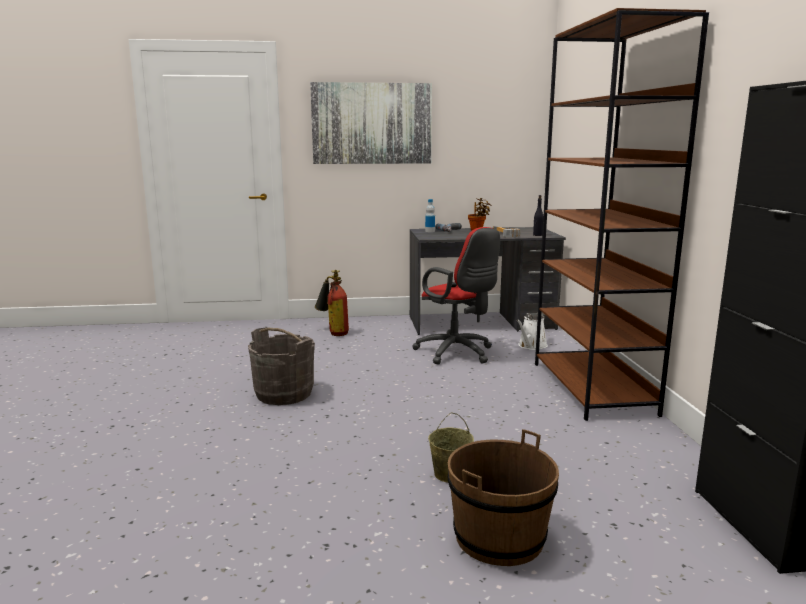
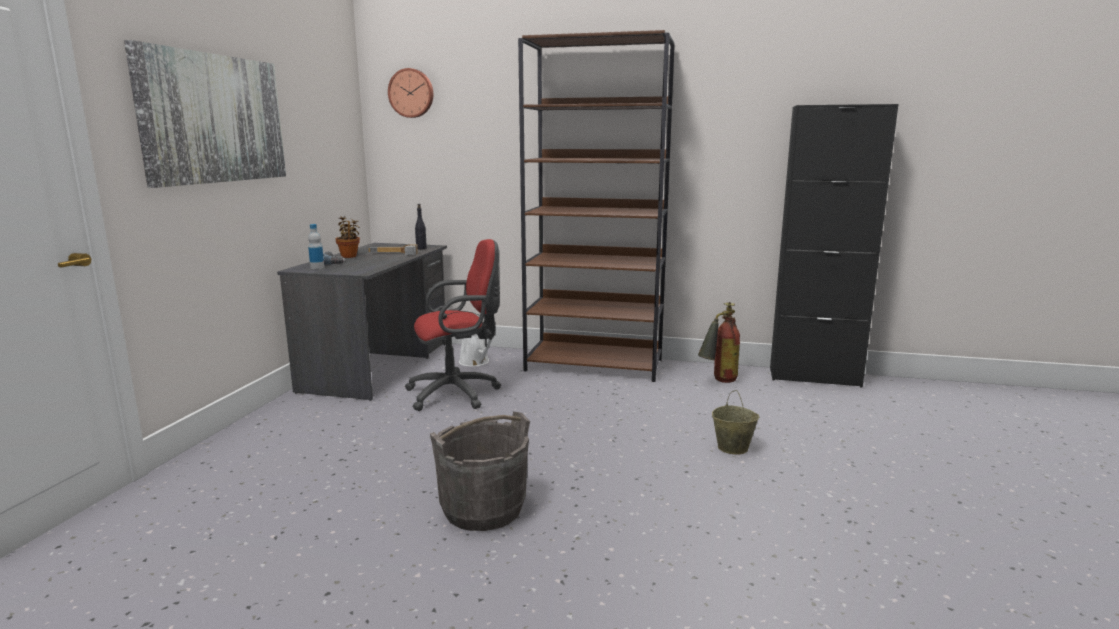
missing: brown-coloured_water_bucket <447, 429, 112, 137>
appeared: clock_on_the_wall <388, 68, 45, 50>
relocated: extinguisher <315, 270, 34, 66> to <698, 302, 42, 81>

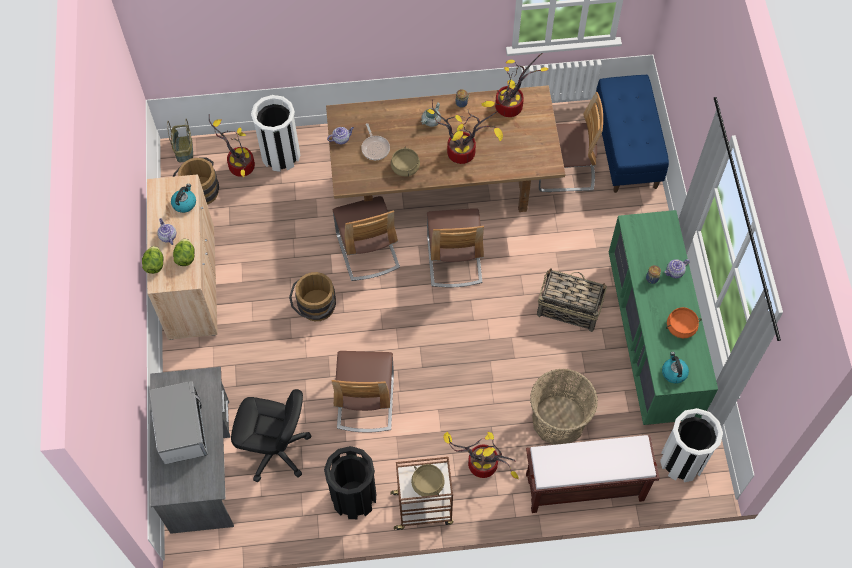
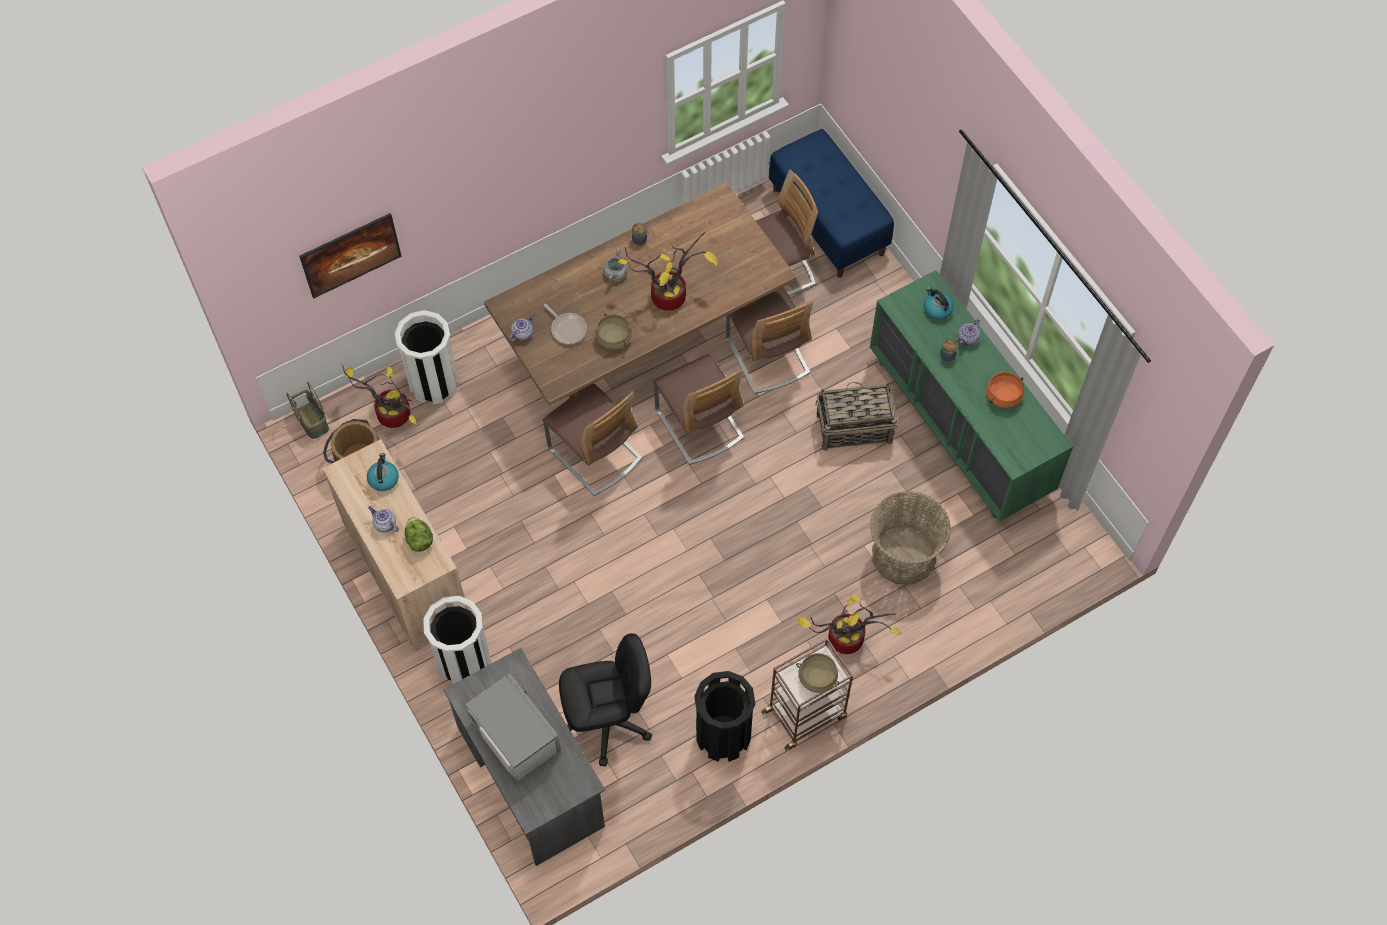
missing: plant_in_a_pot <481, 53, 67, 64>; lettuce <142, 246, 21, 28>; brown-coloured_water_bucket <289, 272, 47, 49>; brown-coloured_indoor_bench <526, 435, 134, 78>
appeared: picture <299, 213, 103, 85>
relocated: upright_chair <332, 351, 62, 82> to <726, 287, 87, 107>; kettle <662, 352, 27, 32> to <924, 287, 30, 33>; whitish_waste_bin <660, 408, 63, 74> to <423, 596, 68, 88>

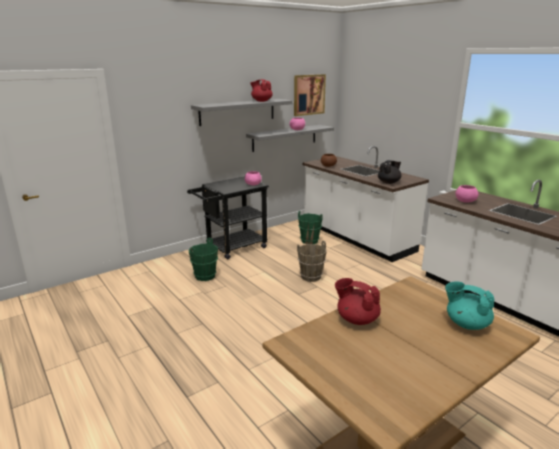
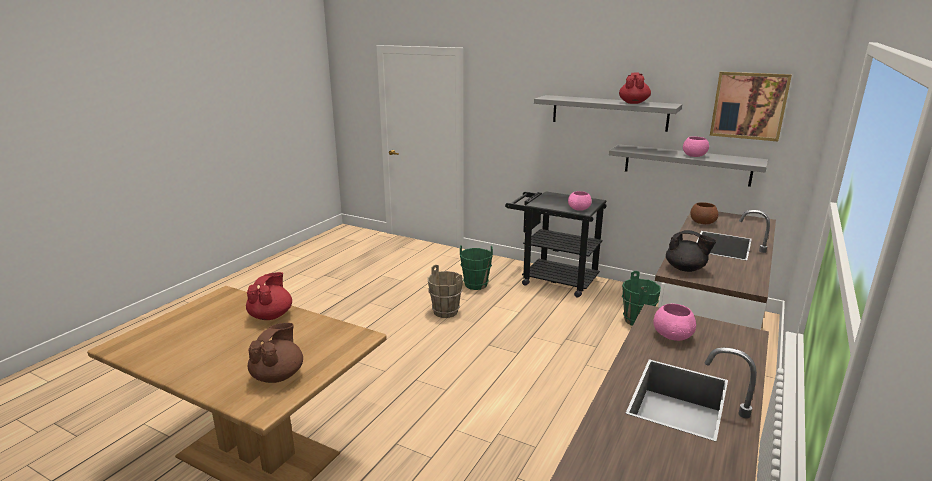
relocated: brown-coloured_water_bucket <297, 240, 30, 42> to <428, 265, 35, 53>
colour: turquoise_teapot <445, 281, 49, 49> to brown-coloured_teapot <248, 323, 55, 60>

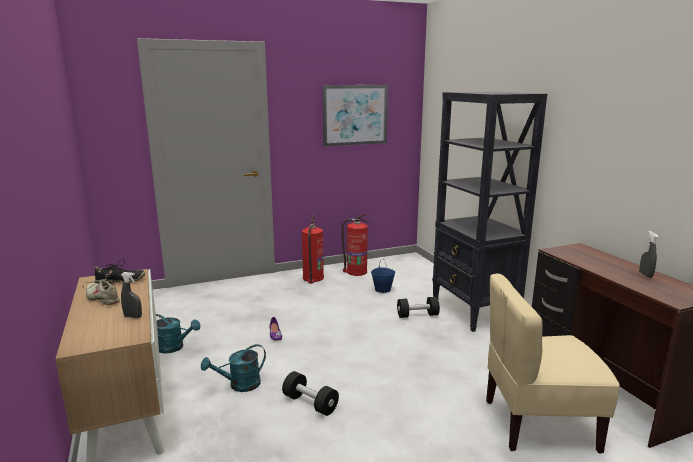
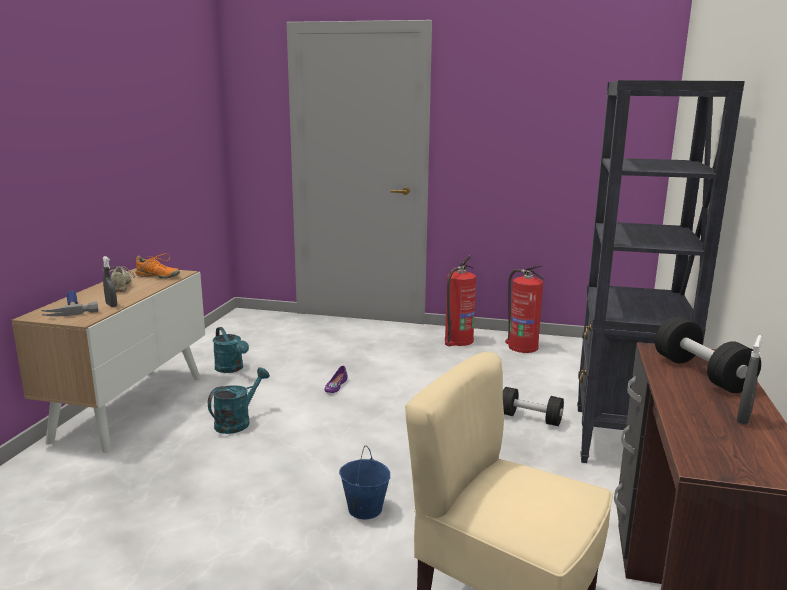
missing: picture <322, 85, 66, 62>
appeared: tool_hammer <41, 290, 57, 26>
relocated: blue-coloured_water_bucket <371, 260, 25, 33> to <339, 446, 51, 73>; black_free_weight <282, 371, 57, 45> to <655, 317, 106, 76>
colour: black_item_of_footwear <95, 259, 50, 25> to orangey_item_of_footwear <135, 254, 45, 24>
spun: turquoise_watering_can <201, 344, 65, 48> = <208, 367, 62, 67> 120 degrees clockwise

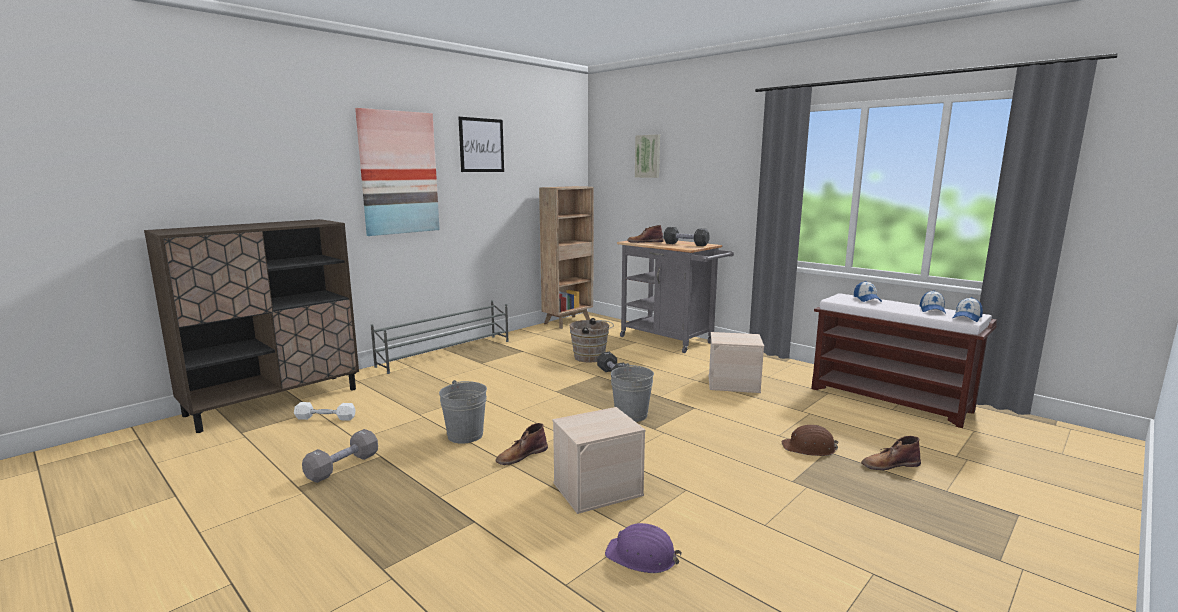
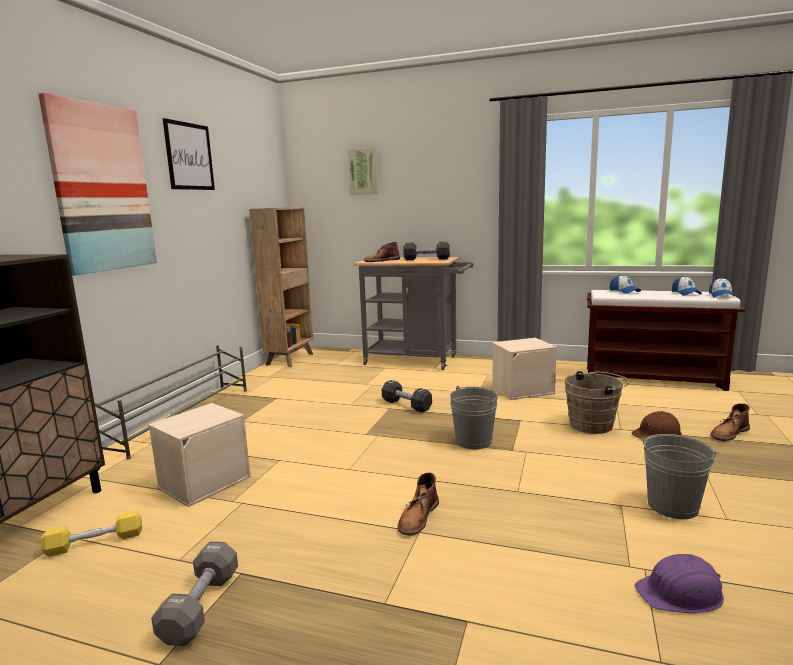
relocated: brown-coloured_water_bucket <569, 318, 45, 45> to <565, 371, 64, 63>; greyish_water_bucket <439, 380, 48, 64> to <640, 434, 80, 85>; beige_storage_bin <552, 407, 94, 107> to <148, 403, 103, 104>
colour: whitish_free_weight <294, 402, 62, 19> to yellow_free_weight <41, 510, 101, 47>

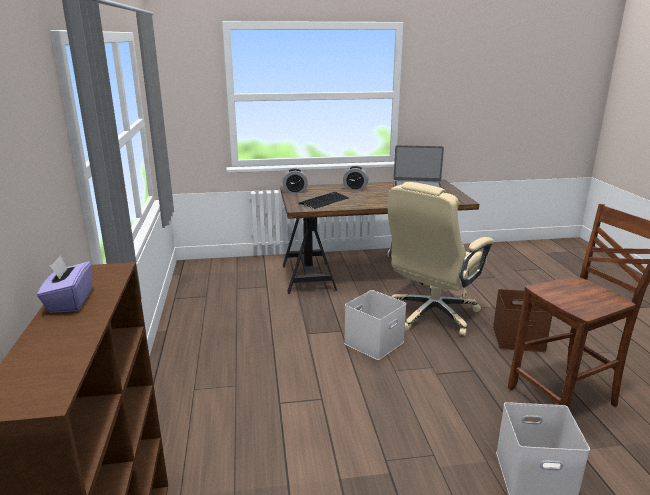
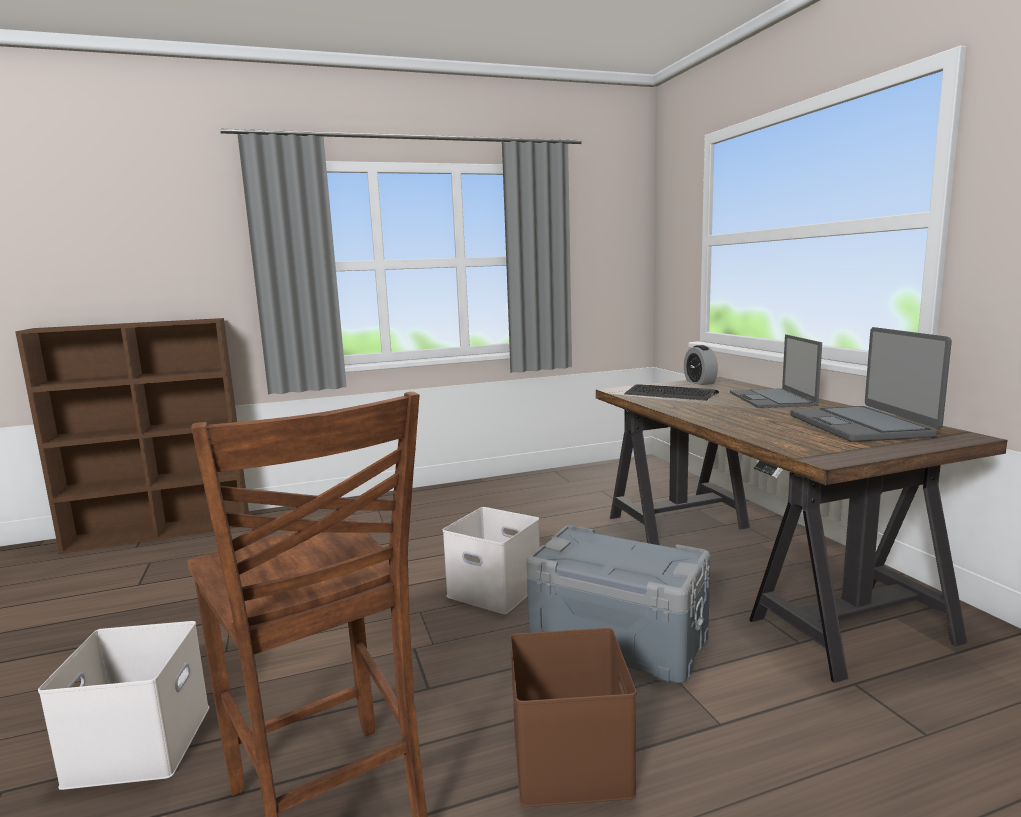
missing: purple_tissue_box <37, 256, 55, 57>
exchanged: bedside_clock <343, 166, 25, 24> to portable_computer <730, 334, 92, 74>; beige_office_chair <388, 182, 106, 154> to greyish_storage_bin <527, 525, 184, 158>

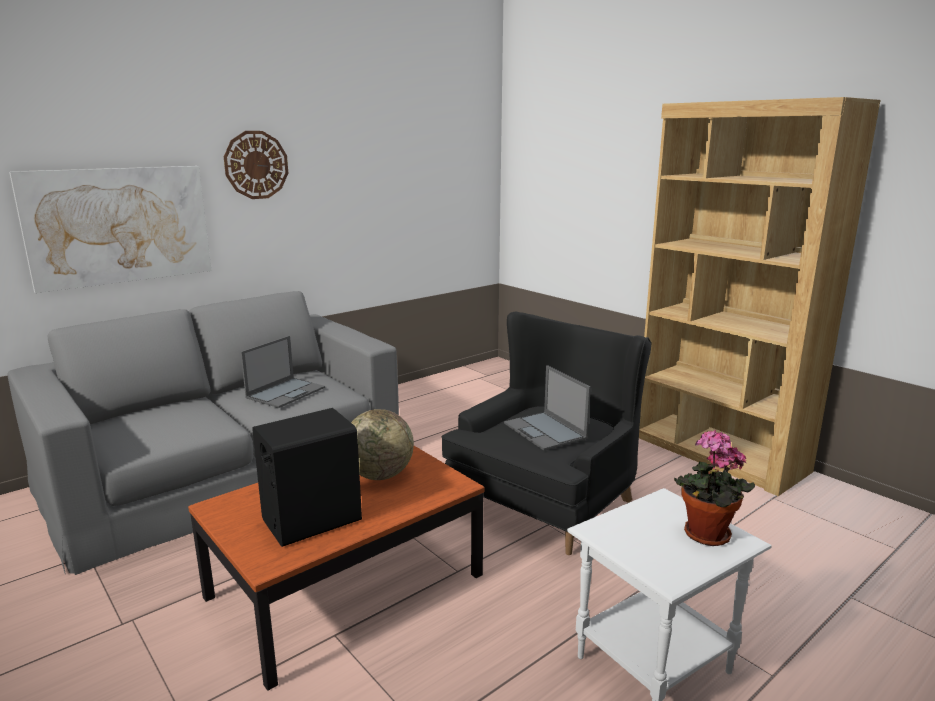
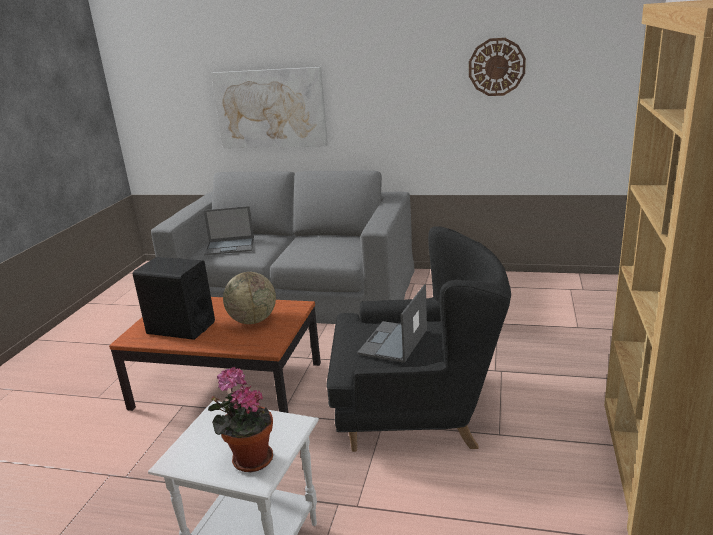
relocated: clock_on_the_wall <224, 131, 64, 68> to <469, 38, 57, 58>; portable_computer <241, 336, 84, 72> to <204, 206, 50, 49>

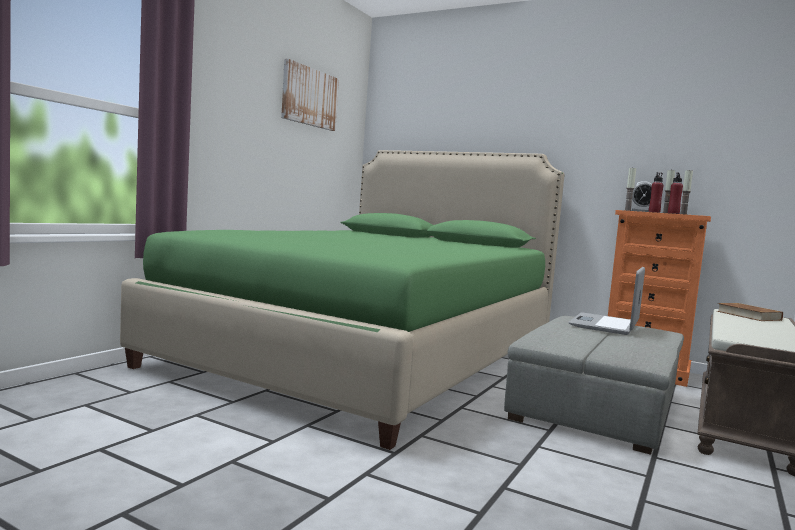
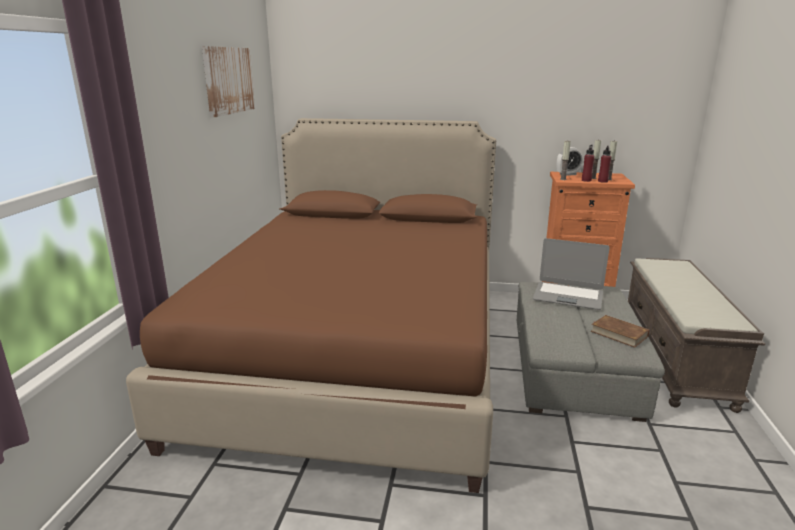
relocated: brown-coloured_bound_book <717, 303, 66, 18> to <591, 315, 58, 33>
colour: green-coloured_bed <120, 150, 445, 300> to brown-coloured_bed <126, 118, 370, 375>
spun: portable_computer <568, 267, 77, 68> = <533, 238, 76, 72> 75 degrees counterclockwise

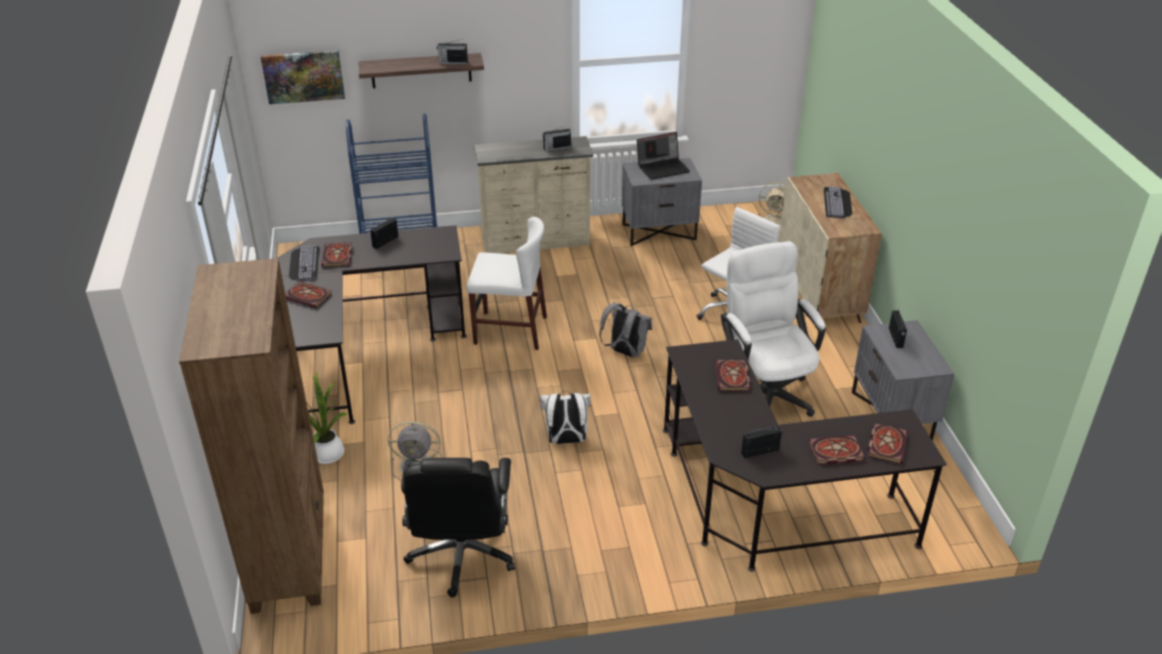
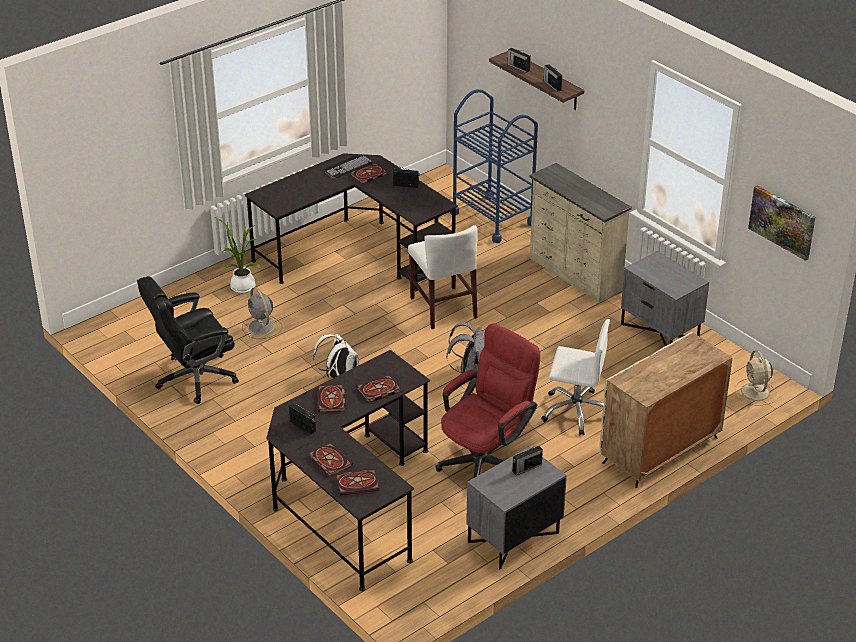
missing: portable_computer <637, 132, 53, 48>; PC_keyboard <824, 186, 28, 32>; brown-coloured_bookcase <179, 258, 145, 356>
relocated: picture <261, 50, 84, 54> to <748, 186, 68, 75>; radio <542, 127, 29, 24> to <508, 48, 23, 25>; bound_book <285, 281, 47, 27> to <317, 385, 29, 27>
colour: whitish_office_chair <721, 241, 105, 176> to reddish_office_chair <436, 323, 104, 155>

